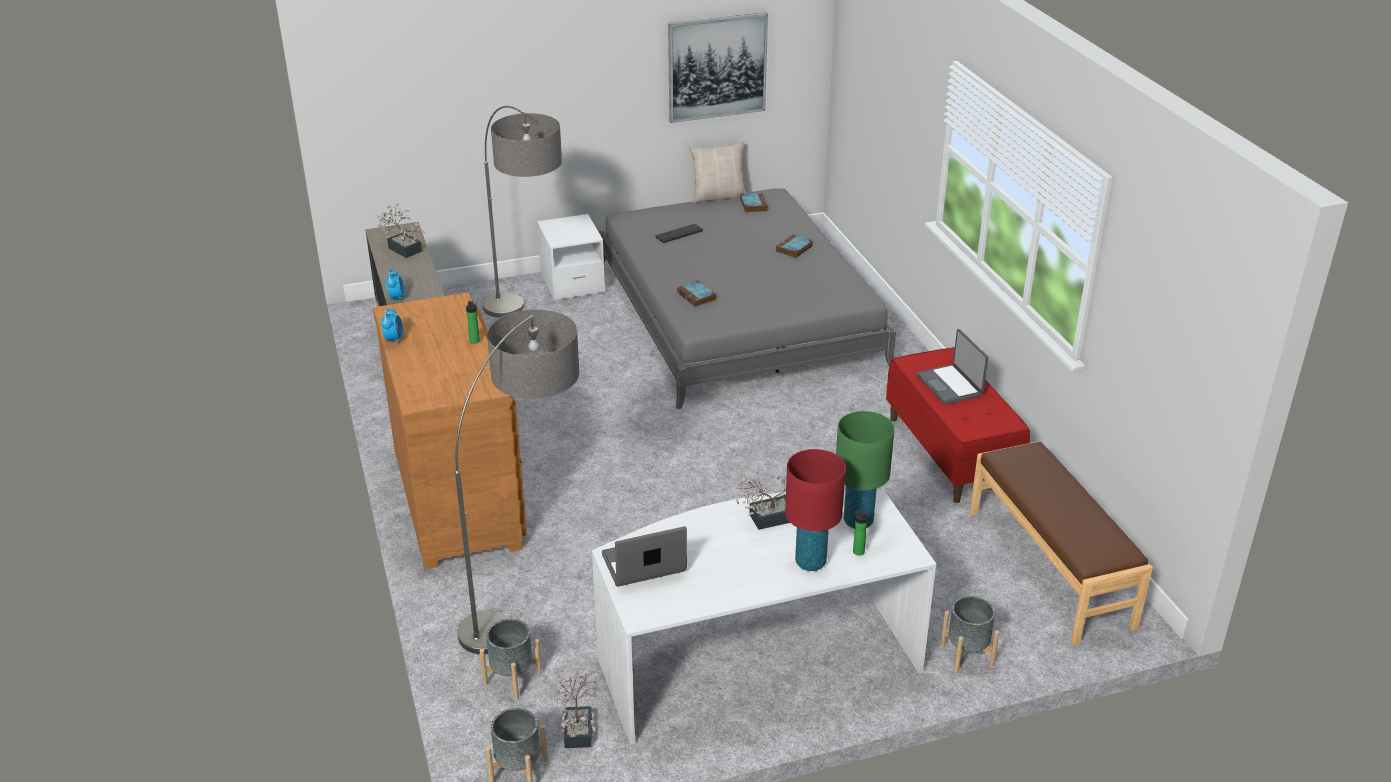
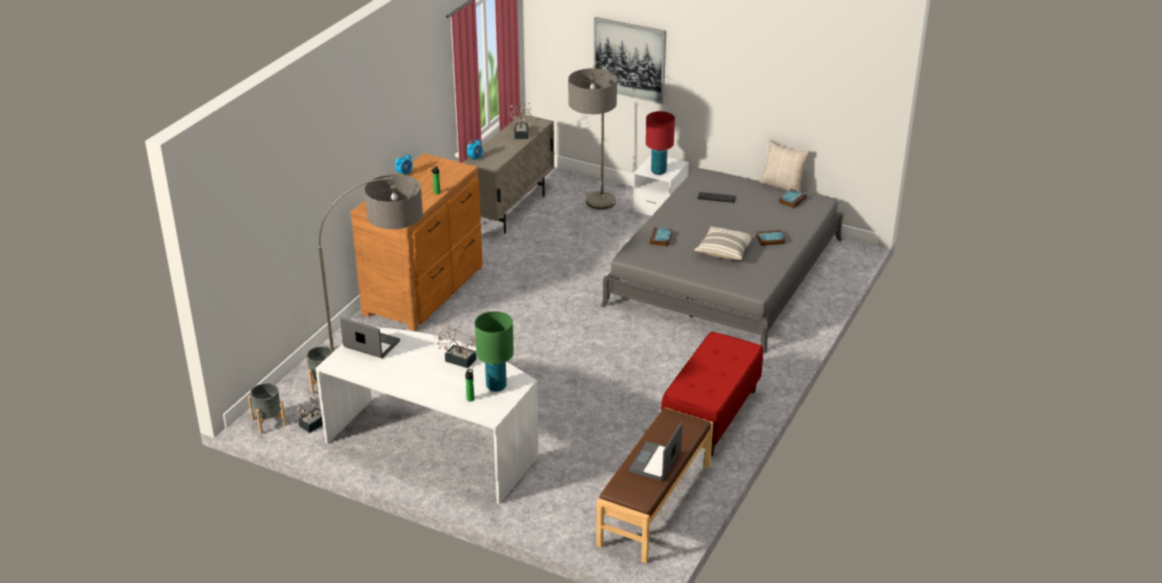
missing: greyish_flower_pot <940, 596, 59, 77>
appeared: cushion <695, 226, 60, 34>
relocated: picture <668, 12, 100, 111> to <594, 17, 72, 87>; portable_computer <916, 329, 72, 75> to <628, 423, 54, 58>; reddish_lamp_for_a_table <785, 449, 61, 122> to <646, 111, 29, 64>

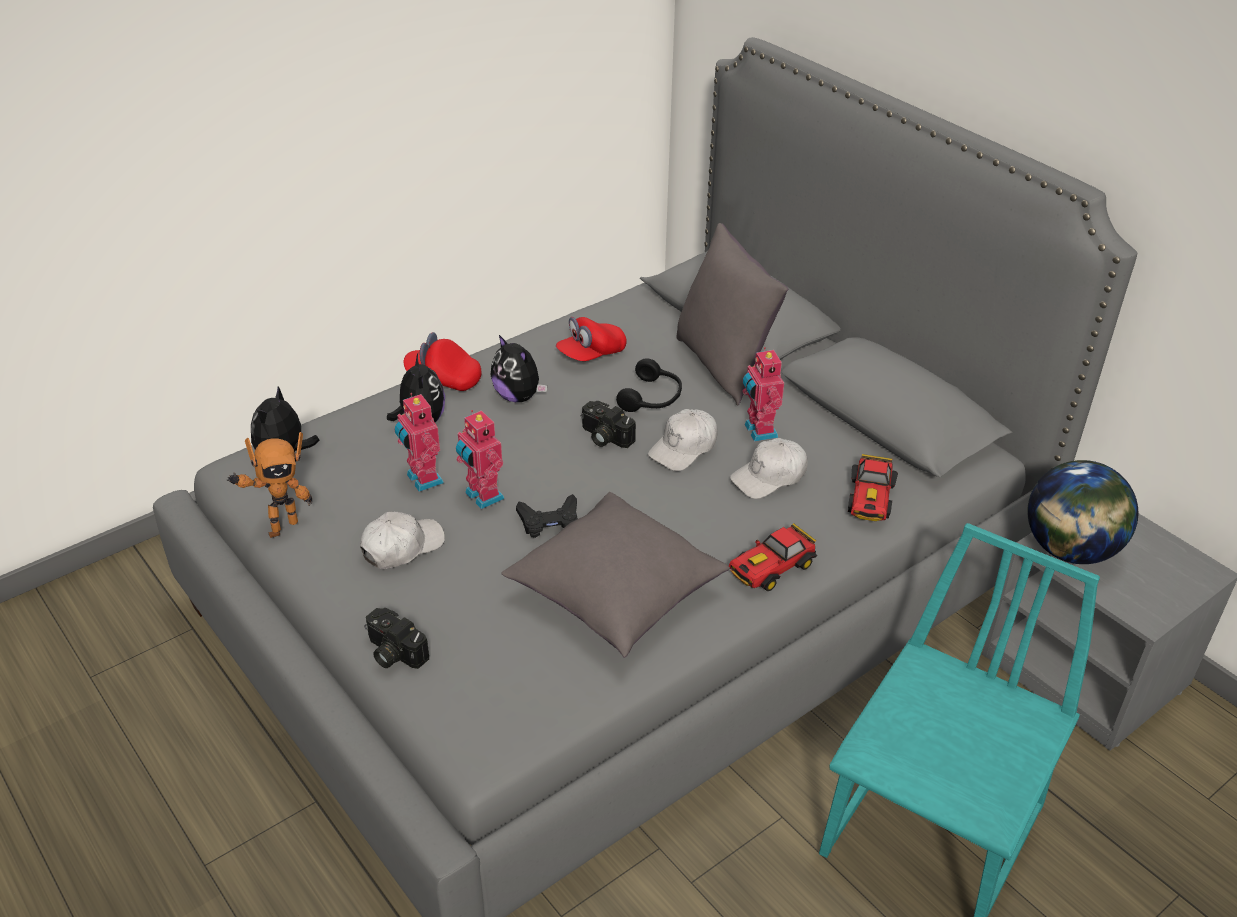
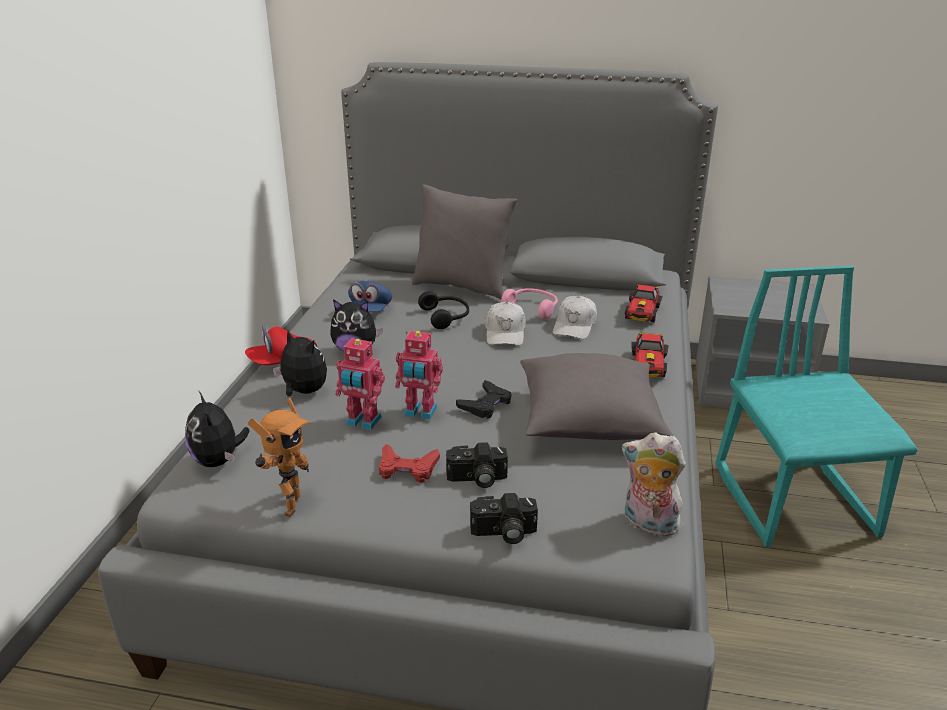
missing: world_globe <1027, 460, 111, 104>
appeared: cuddly_toy <622, 432, 64, 104>
relocated: photo_camera <581, 401, 55, 47> to <446, 442, 62, 46>
exchanged: toy_robot <742, 347, 42, 95> to pink-coloured_headset <501, 288, 57, 31>; whitish_cap <360, 511, 85, 58> to reddish_game_controller <379, 444, 61, 39>
colour: reddish_cap <556, 317, 71, 44> to blue-coloured_cap <348, 281, 44, 31>
spun: toy_car <848, 454, 50, 67> = <625, 284, 38, 39> 45 degrees clockwise

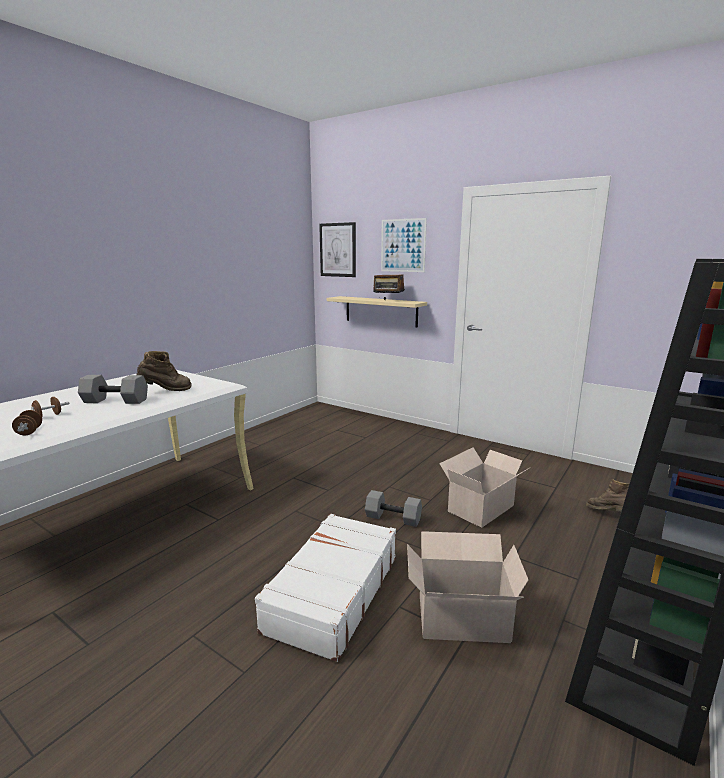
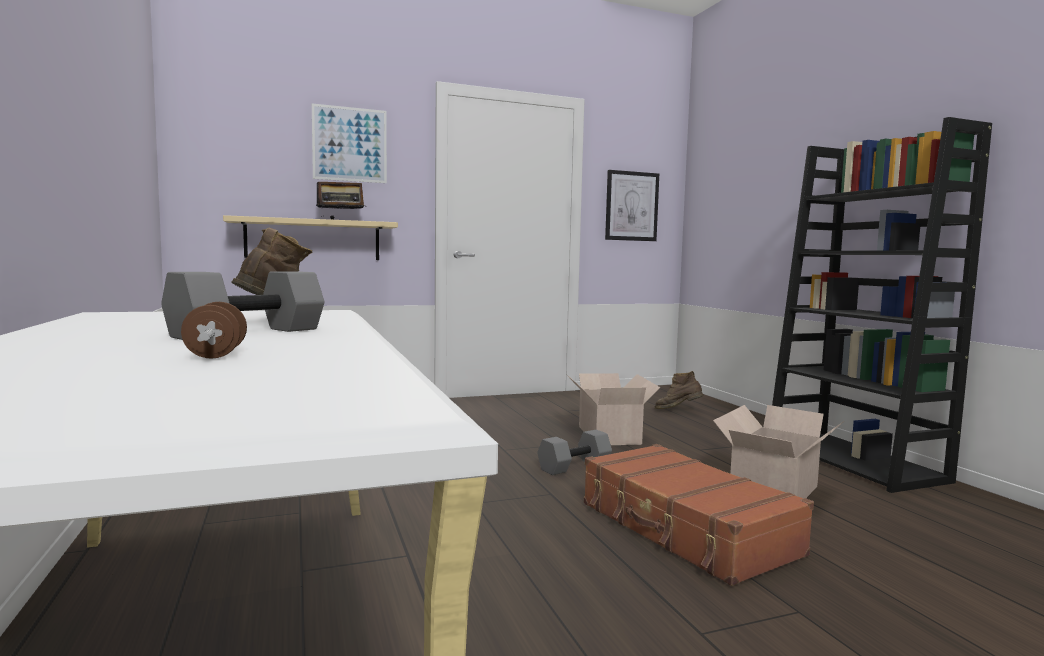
missing: brown-coloured_free_weight <12, 410, 30, 25>
relocated: picture <319, 222, 37, 55> to <605, 170, 54, 71>
colour: whitish_piece_of_luggage <255, 514, 141, 148> to brown-coloured_piece_of_luggage <584, 444, 230, 142>

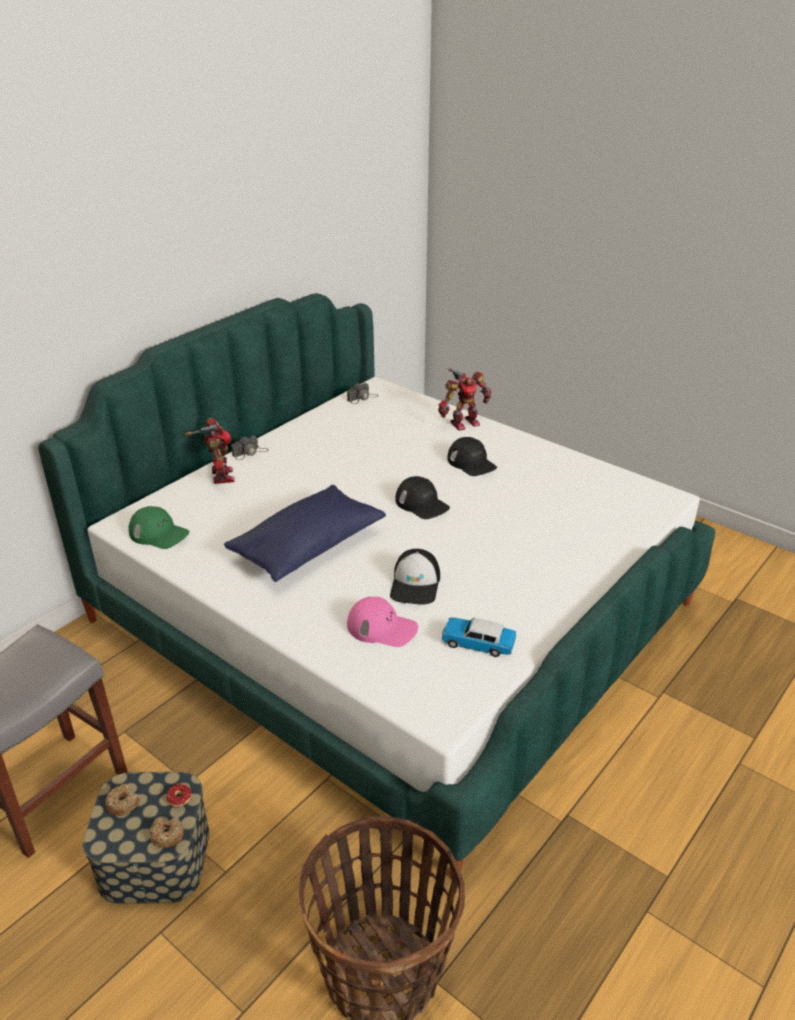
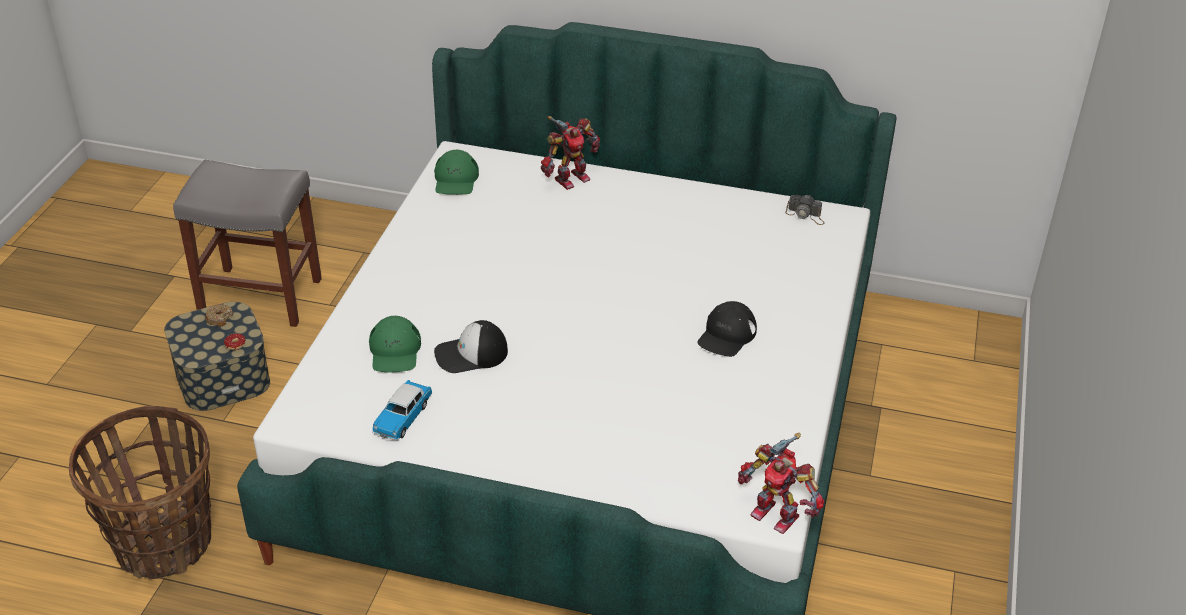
missing: photo_camera <231, 436, 38, 24>; black_cap <395, 476, 55, 43>; blue-coloured_cushion <224, 485, 162, 97>; doughnut <149, 817, 35, 31>
relocated: toy_robot <438, 368, 53, 63> to <738, 433, 87, 101>
colour: pink-coloured_cap <347, 597, 71, 50> to green-coloured_cap <369, 316, 52, 56>
spun: toy_car <441, 617, 75, 40> = <372, 380, 61, 60> 150 degrees counterclockwise

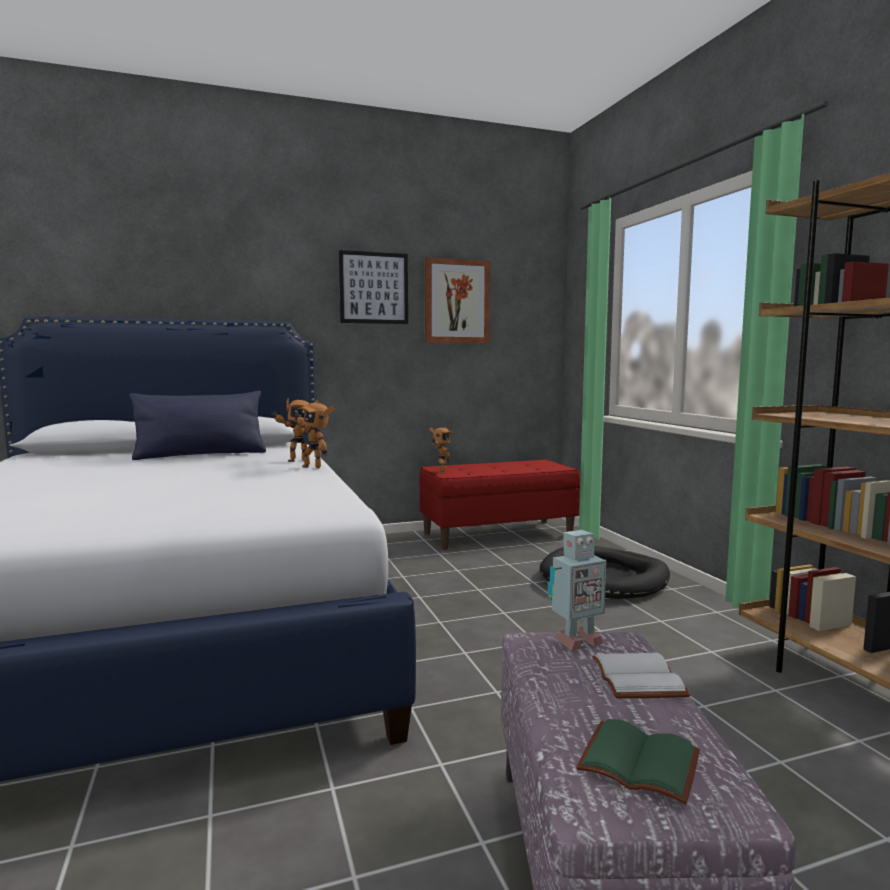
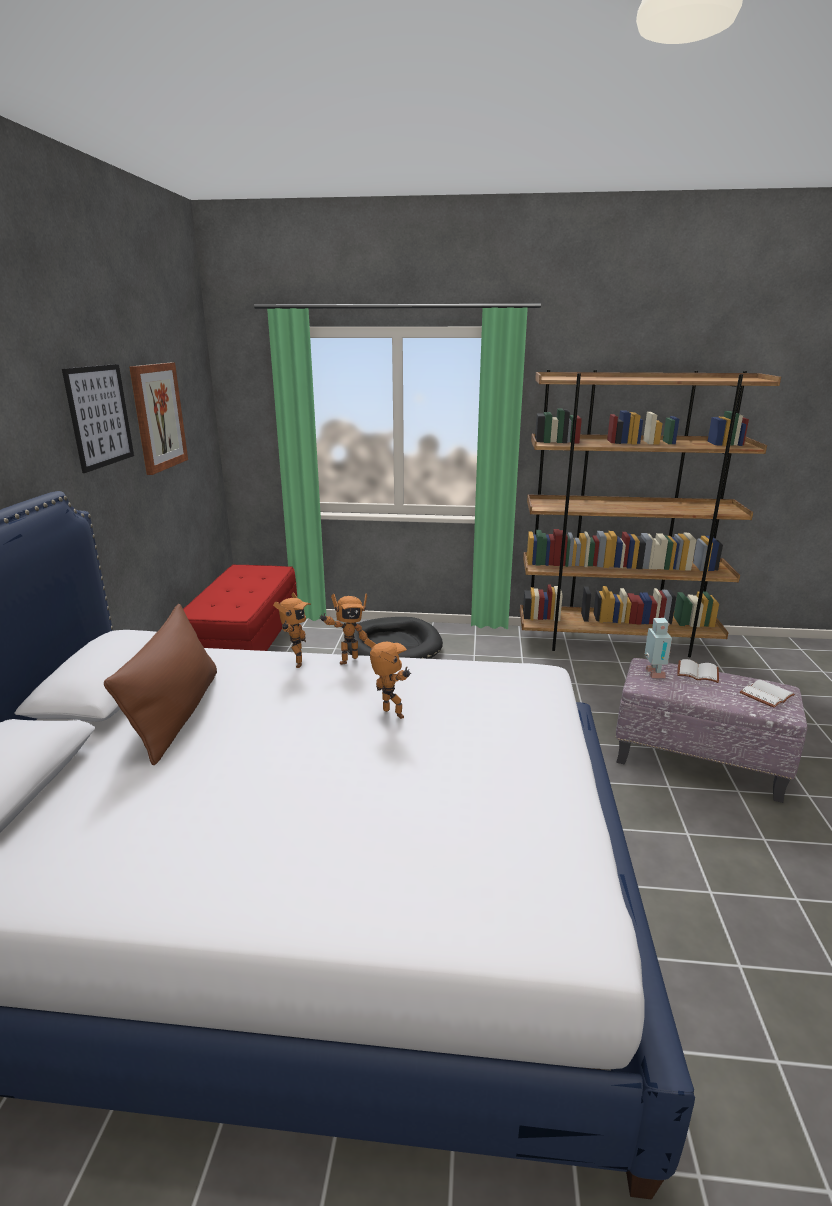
relocated: toy_robot <429, 427, 25, 47> to <364, 638, 47, 81>
colour: blue-coloured_cushion <130, 391, 136, 69> to brown-coloured_cushion <104, 604, 113, 161>; green-coloured_bound_book <576, 719, 124, 86> to whitish_bound_book <740, 679, 55, 29>

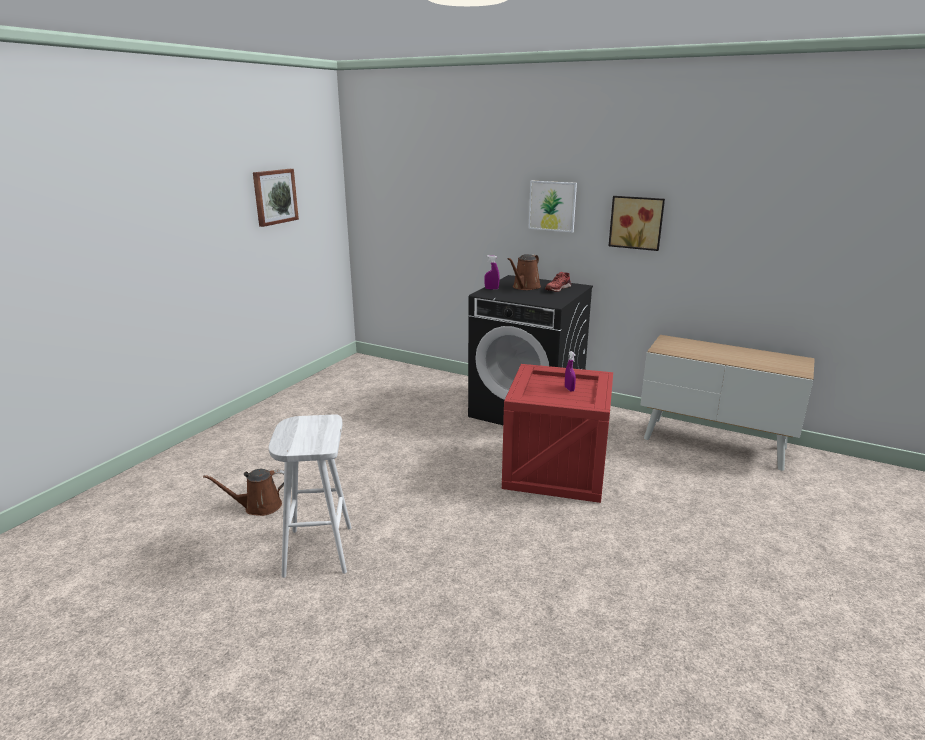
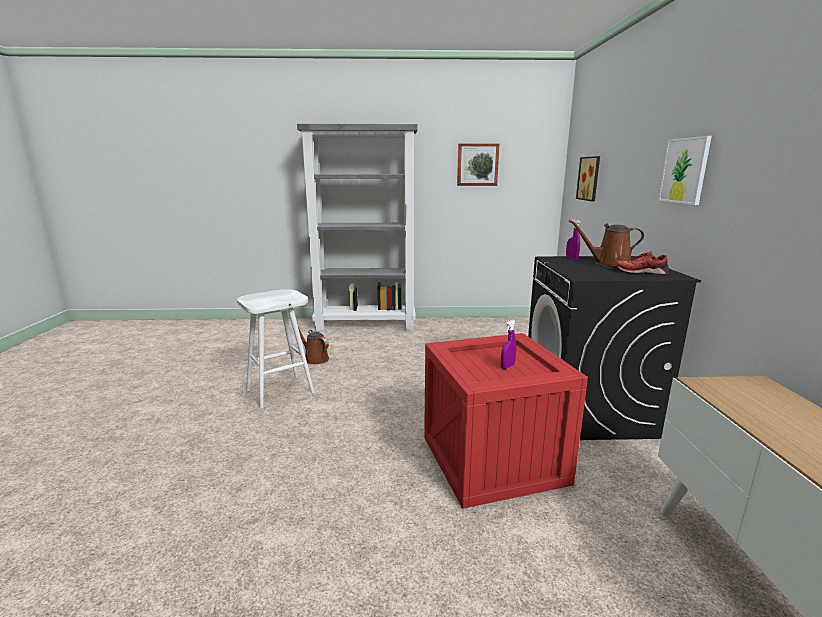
appeared: greyish_bookcase <297, 124, 121, 207>
relocated: picture <609, 196, 56, 55> to <576, 156, 24, 46>

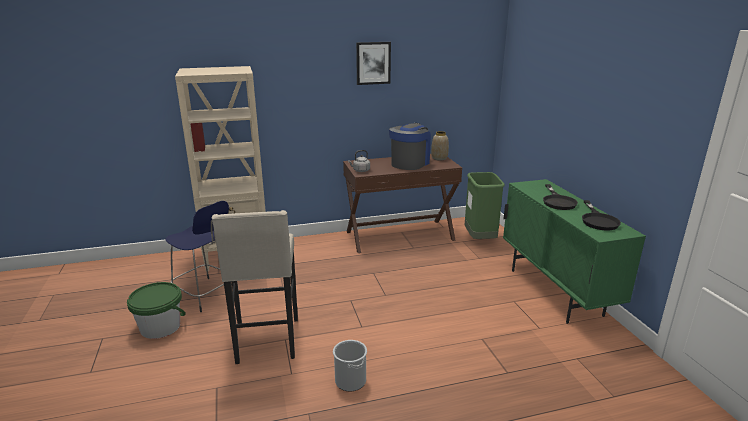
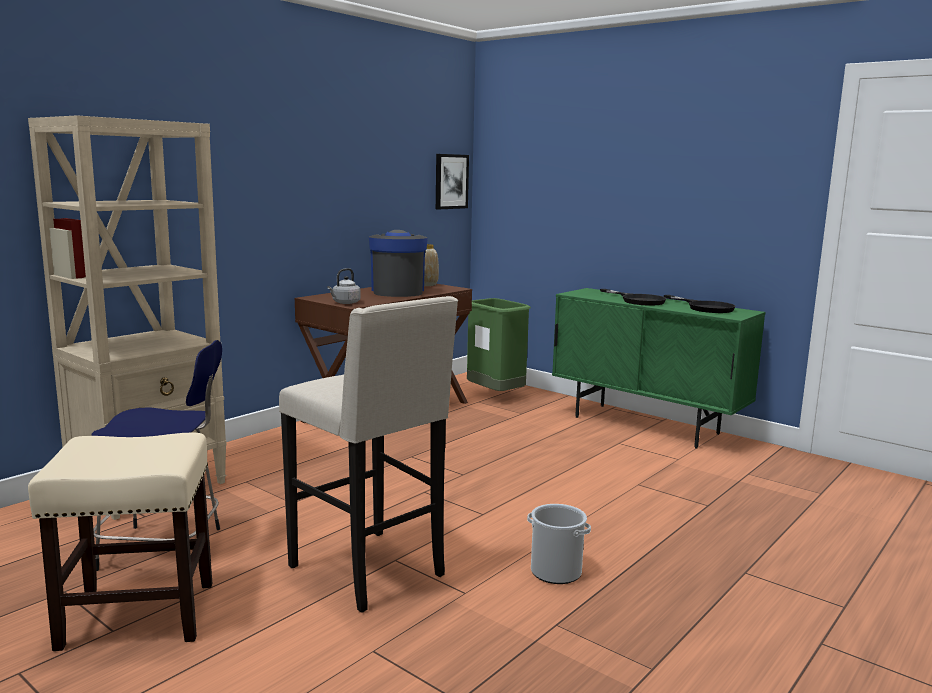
relocated: picture <356, 42, 35, 43> to <436, 154, 33, 56>
exchanged: green-coloured_water_bucket <127, 282, 59, 57> to beige_stool_seat <28, 433, 184, 218>

